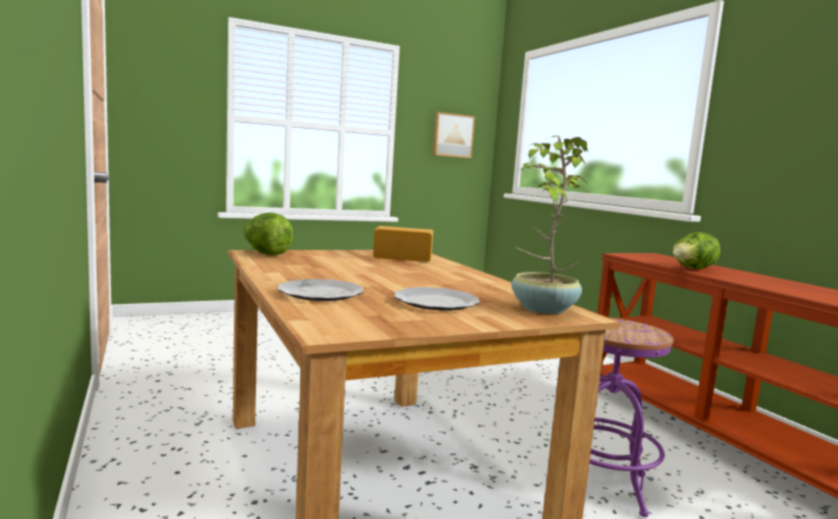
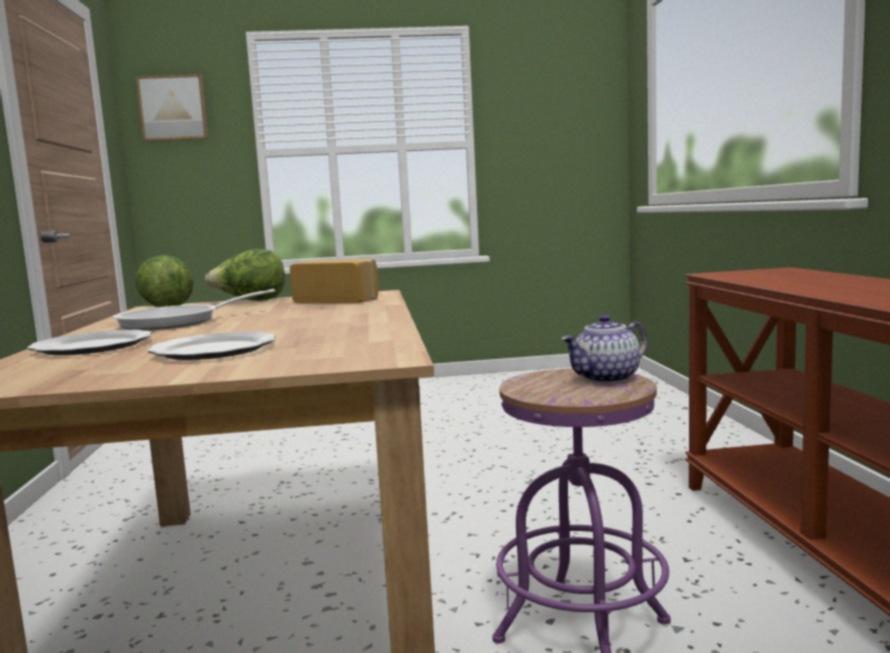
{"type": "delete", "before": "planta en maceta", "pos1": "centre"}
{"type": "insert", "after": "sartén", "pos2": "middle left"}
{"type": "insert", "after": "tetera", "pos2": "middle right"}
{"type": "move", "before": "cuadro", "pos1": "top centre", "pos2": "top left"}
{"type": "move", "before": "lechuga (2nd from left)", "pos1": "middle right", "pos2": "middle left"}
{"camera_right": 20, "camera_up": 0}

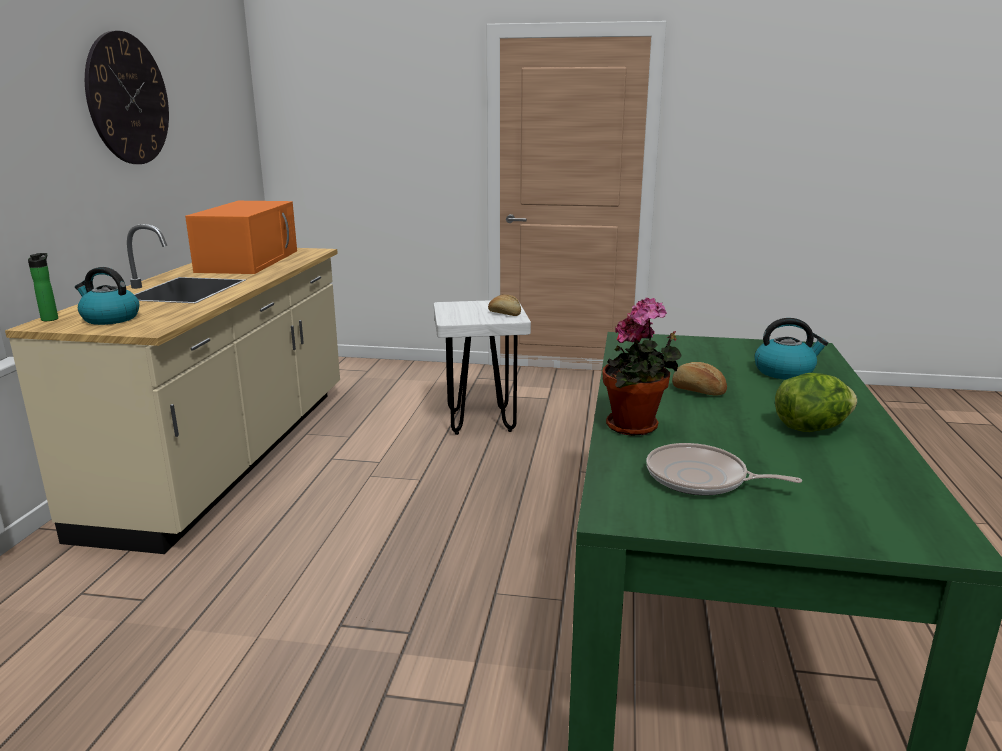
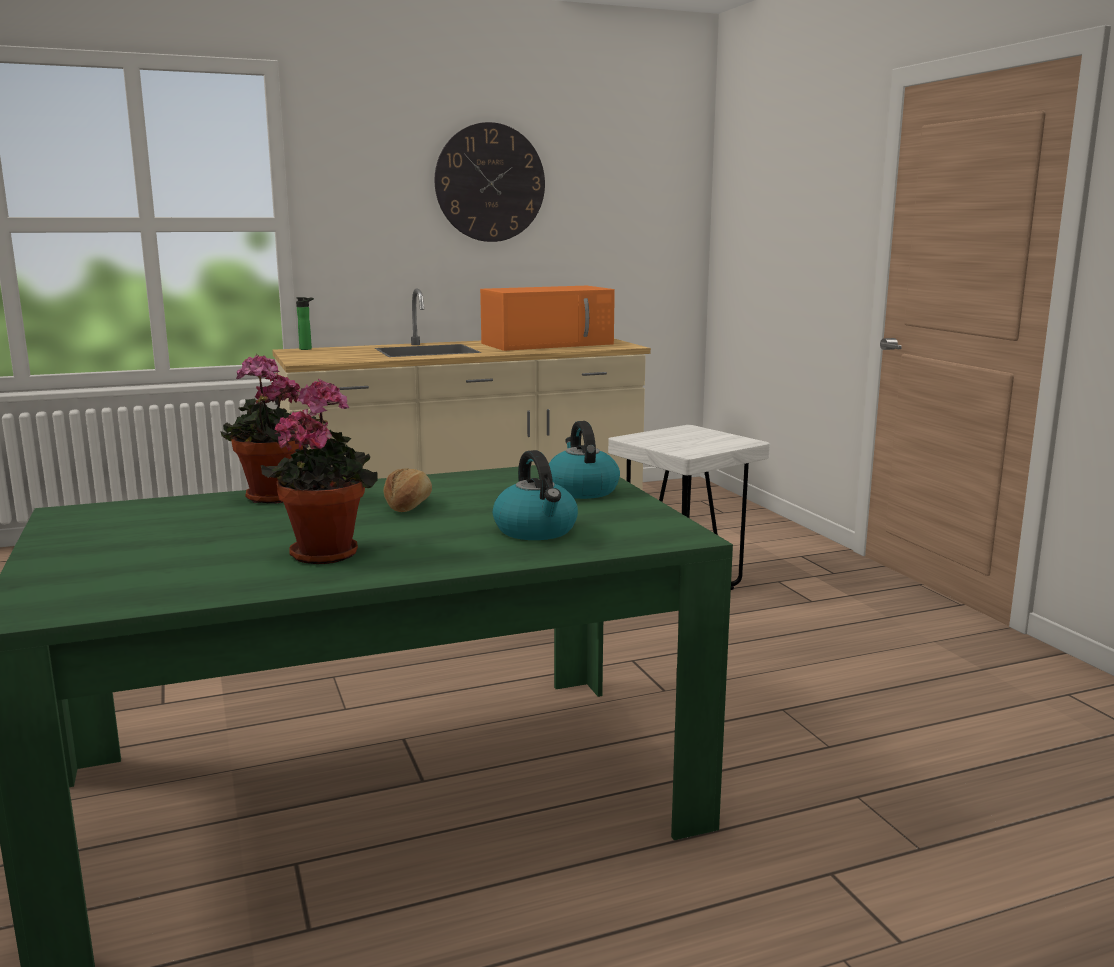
{"type": "delete", "before": "pan (1st from left)", "pos1": "centre"}
{"type": "delete", "before": "sartén", "pos1": "middle right"}
{"type": "move", "before": "hervidor (1st from left in the first image)", "after": "hervidor (2nd from left)", "pos1": "middle left", "pos2": "centre"}
{"type": "replace", "before": "lechuga", "after": "planta en maceta (2nd from left)", "pos1": "middle right", "pos2": "middle left"}
{"camera_right": 60, "camera_up": -5}

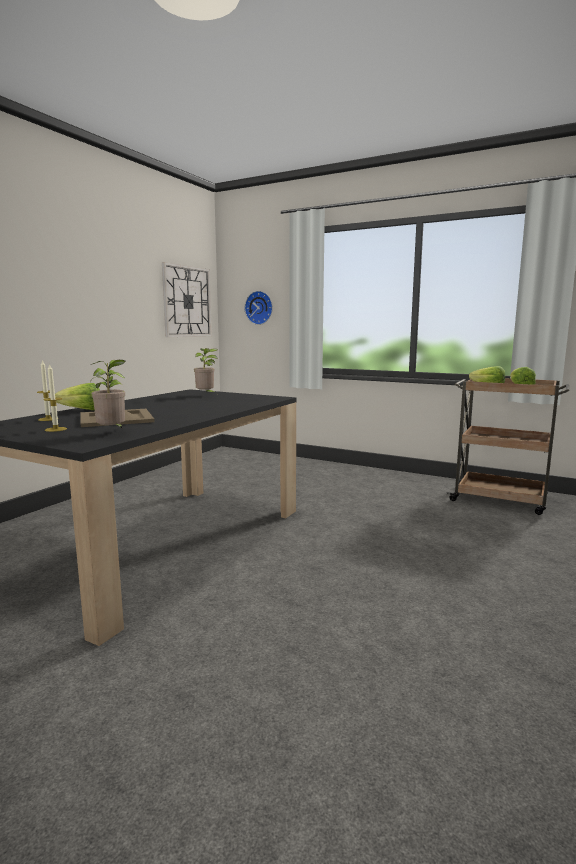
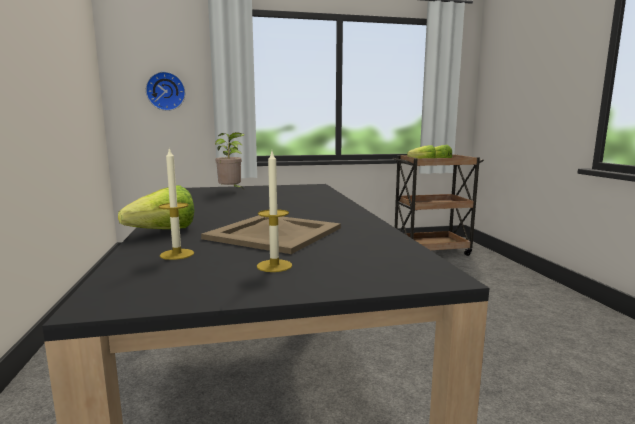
{"type": "delete", "before": "planta en maceta (1st from left)", "pos1": "middle left"}
{"type": "delete", "before": "reloj de pared (1st from left)", "pos1": "middle left"}
{"camera_right": -40, "camera_up": 0}

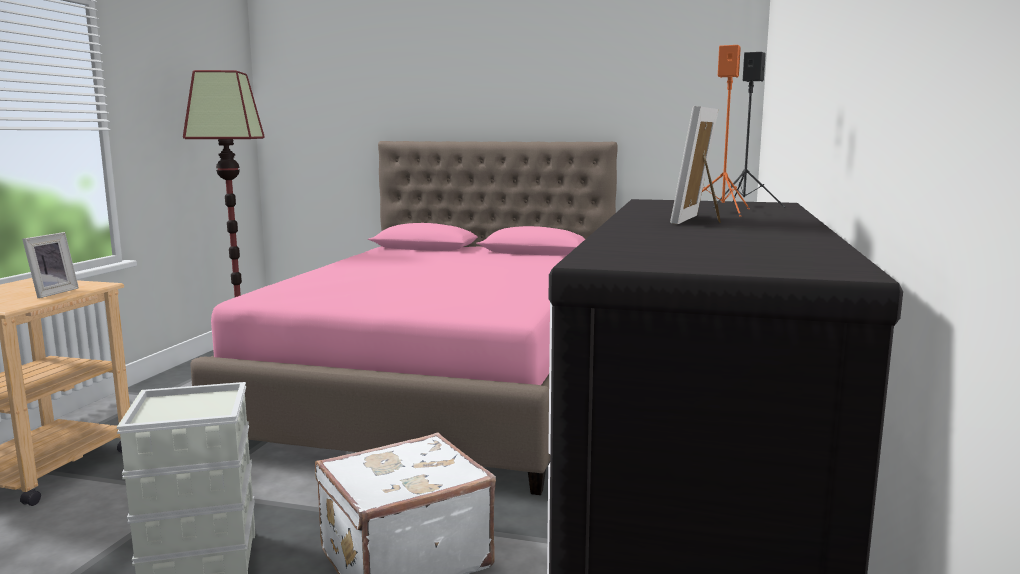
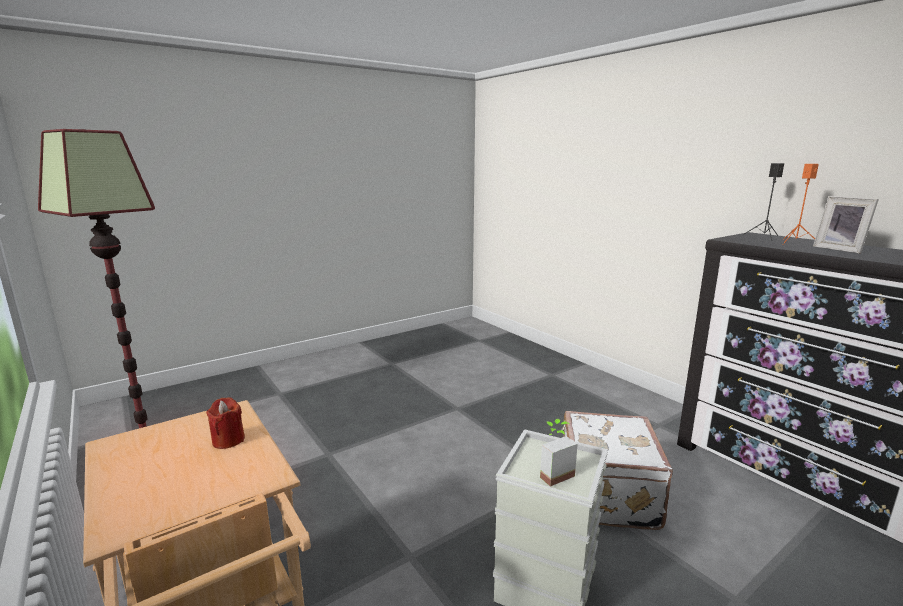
{"type": "delete", "before": "cama [rosa]", "pos1": "centre"}
{"type": "insert", "after": "planta en maceta", "pos2": "bottom centre"}
{"type": "replace", "before": "portarretratos (1st from left)", "after": "vela [rojo]", "pos1": "middle left", "pos2": "bottom left"}
{"camera_right": -50, "camera_up": 5}

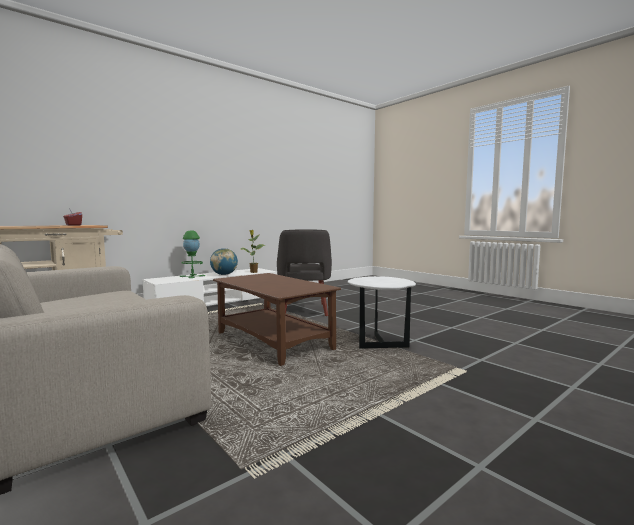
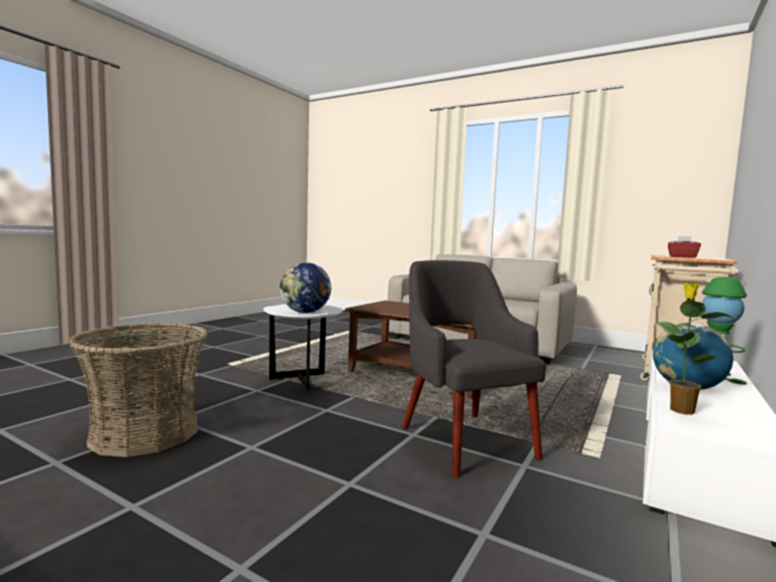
{"type": "insert", "after": "cesta", "pos2": "bottom left"}
{"type": "insert", "after": "globo terráqueo (1st from left)", "pos2": "centre"}
{"camera_right": 160, "camera_up": 0}

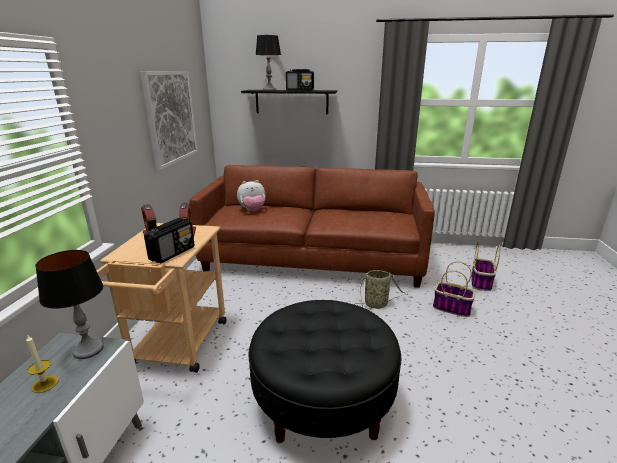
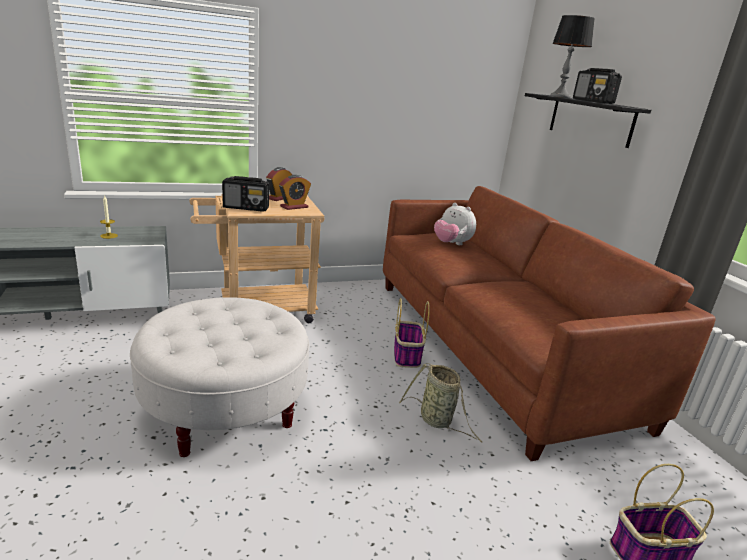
{"type": "delete", "before": "lámpara de mesa (1st from left)", "pos1": "middle left"}
{"type": "delete", "before": "cuadro", "pos1": "top left"}
{"type": "move", "before": "cesta (2nd from left in the first image)", "after": "cesta (1st from left)", "pos1": "middle right", "pos2": "centre"}
{"type": "recolor", "before": "puf [negro]", "after": "puf [blanco]", "pos1": "bottom centre", "pos2": "bottom left"}
{"camera_right": 60, "camera_up": 0}

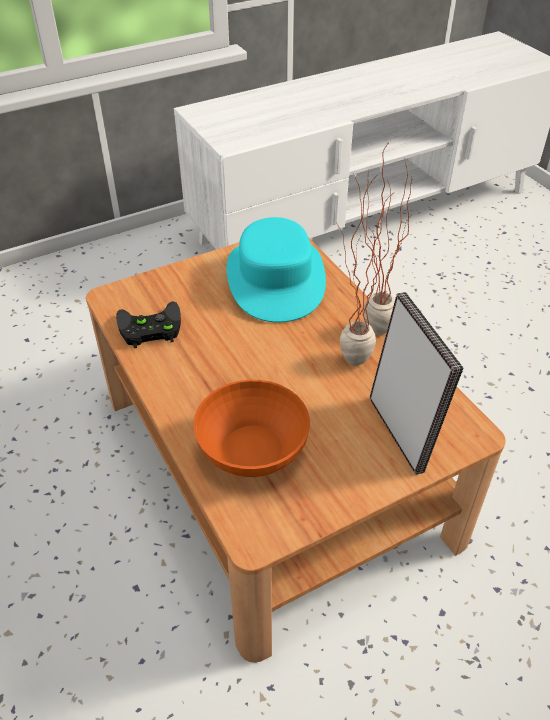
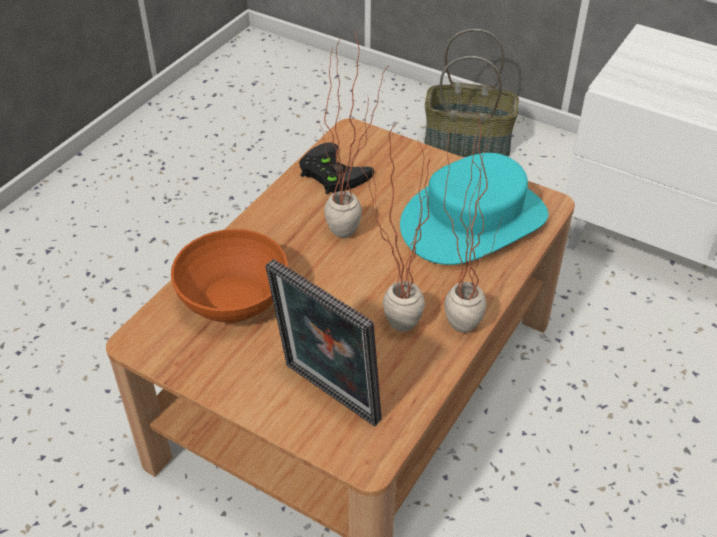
{"type": "insert", "after": "planta en maceta (1st from left)", "pos2": "top centre"}
{"type": "insert", "after": "cesta", "pos2": "top centre"}
{"type": "rotate", "before": "portarretratos", "pos1": "middle right", "pos2": "centre", "turn": 90}
{"camera_right": 60, "camera_up": 0}

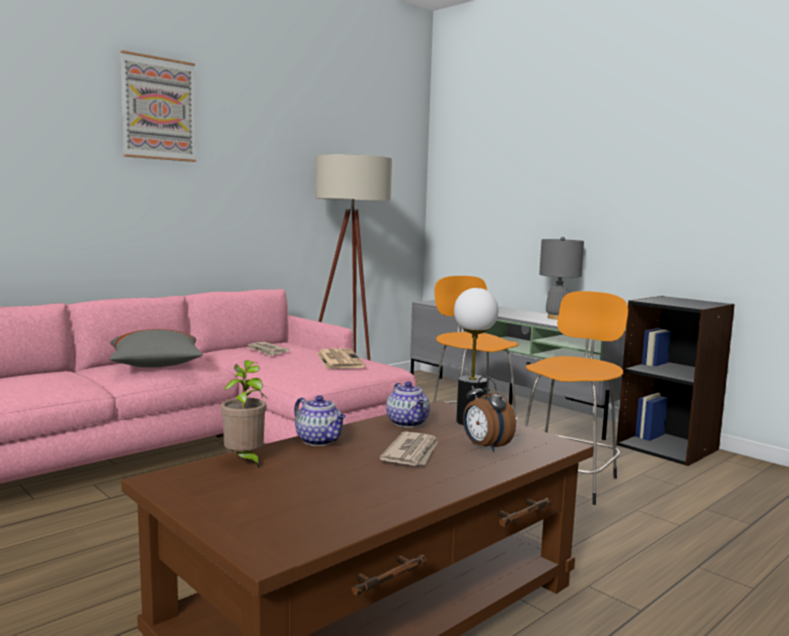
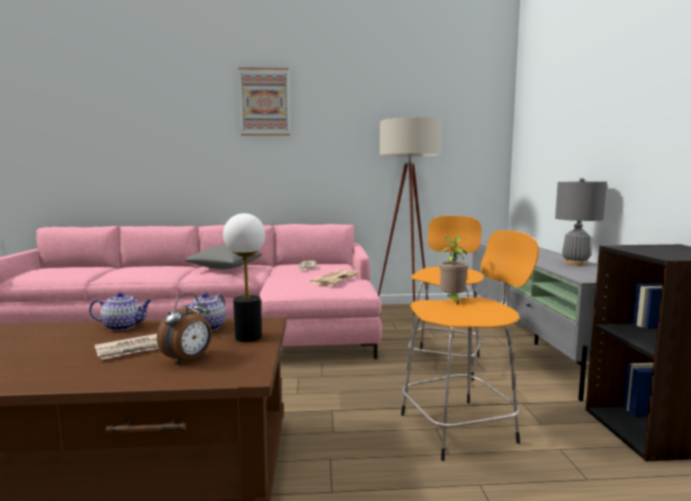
{"type": "move", "before": "planta en maceta", "pos1": "middle left", "pos2": "centre"}
{"type": "rotate", "before": "tetera (1st from left)", "pos1": "centre", "pos2": "middle left", "turn": -90}
{"type": "rotate", "before": "despertador", "pos1": "centre", "pos2": "middle left", "turn": -150}
{"camera_right": 40, "camera_up": 0}

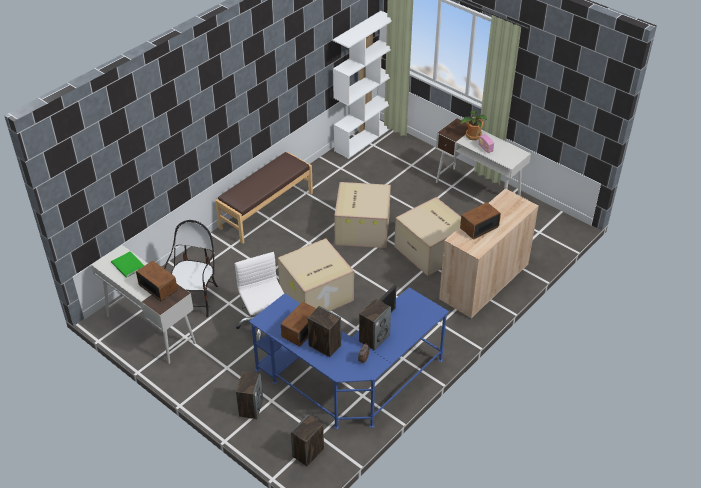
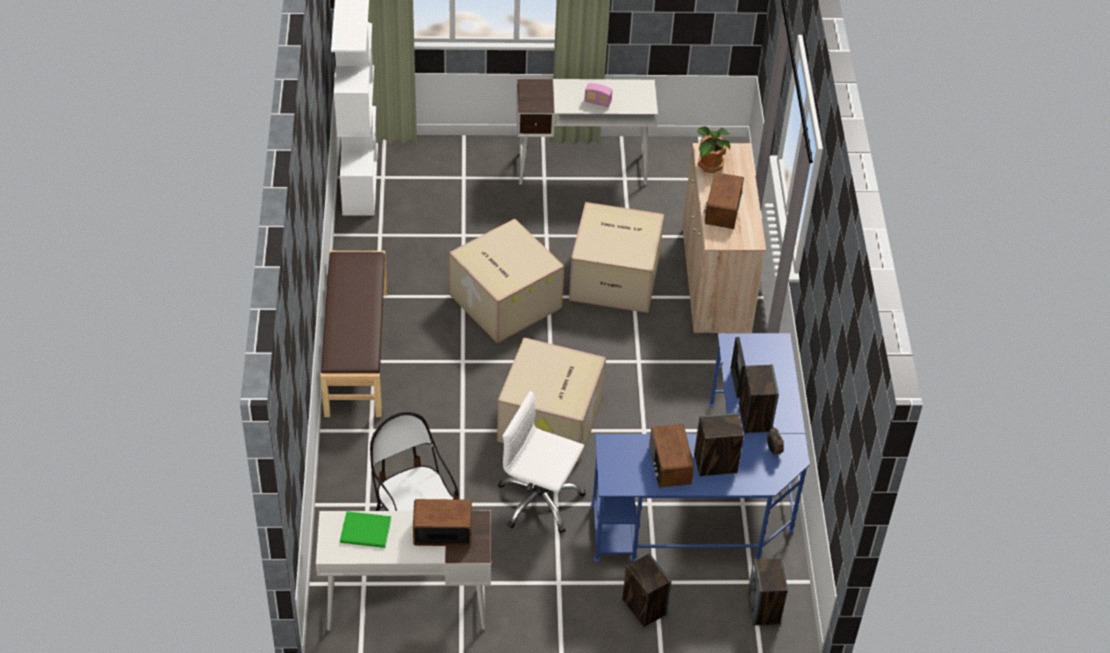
{"type": "move", "before": "planta en maceta", "pos1": "top right", "pos2": "top centre"}
{"camera_right": -45, "camera_up": 5}

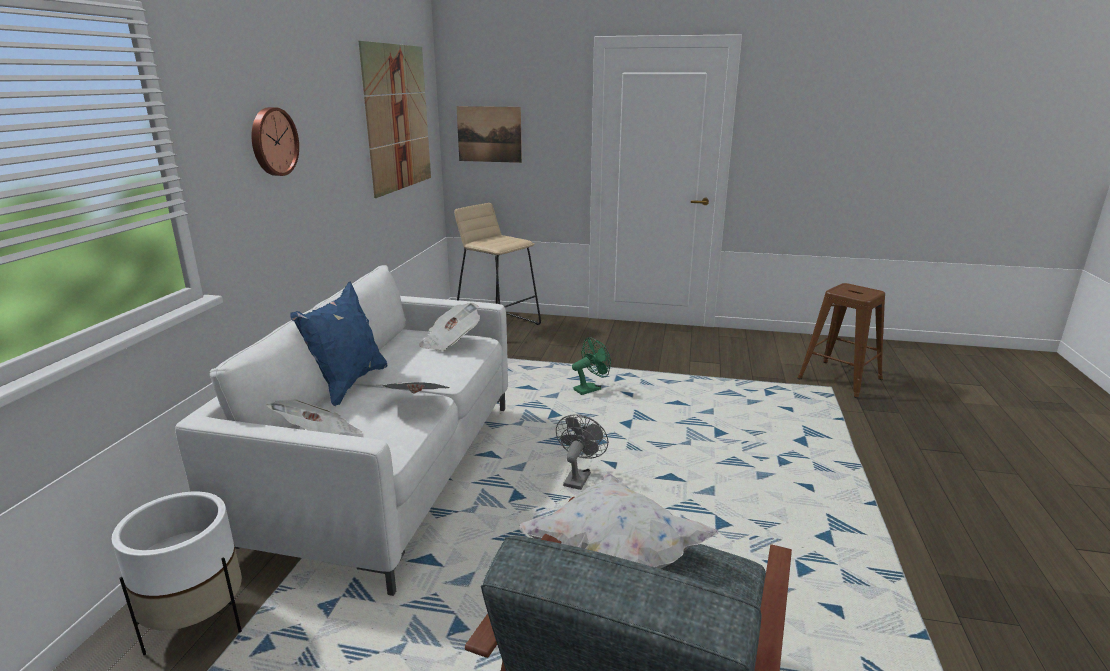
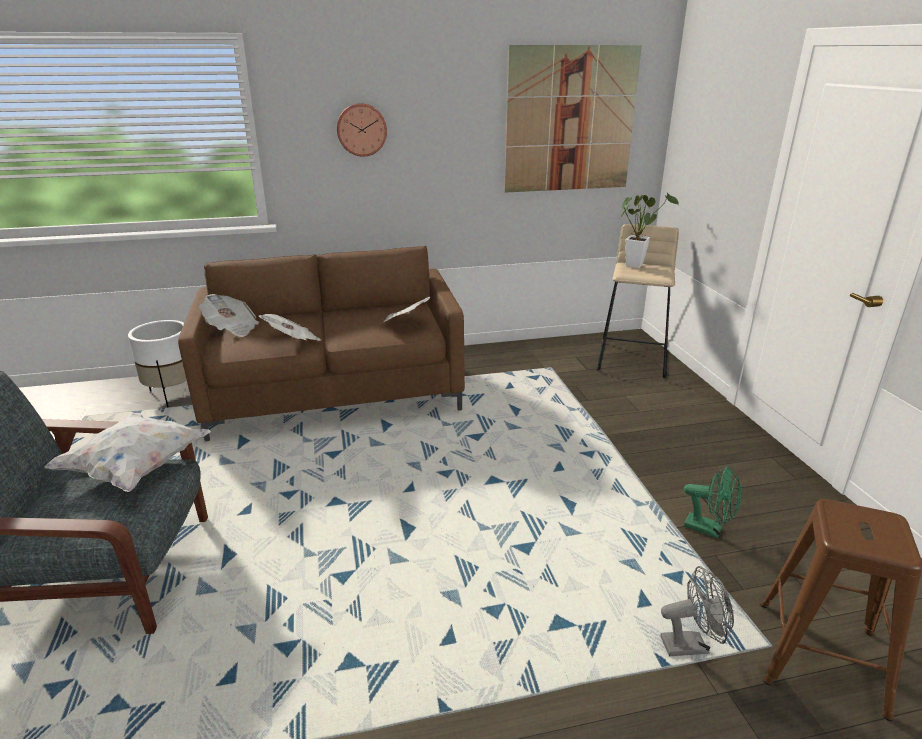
{"type": "delete", "before": "cojín [azul]", "pos1": "middle left"}
{"type": "delete", "before": "cuadro (2nd from left)", "pos1": "top centre"}
{"type": "insert", "after": "planta en maceta", "pos2": "top right"}
{"type": "move", "before": "ventilador [gris]", "pos1": "bottom centre", "pos2": "bottom right"}
{"type": "move", "before": "ventilador [verde]", "pos1": "centre", "pos2": "bottom right"}
{"type": "recolor", "before": "sofá [blanco]", "after": "sofá [marrón]", "pos1": "middle left", "pos2": "centre"}
{"camera_right": 65, "camera_up": 5}

